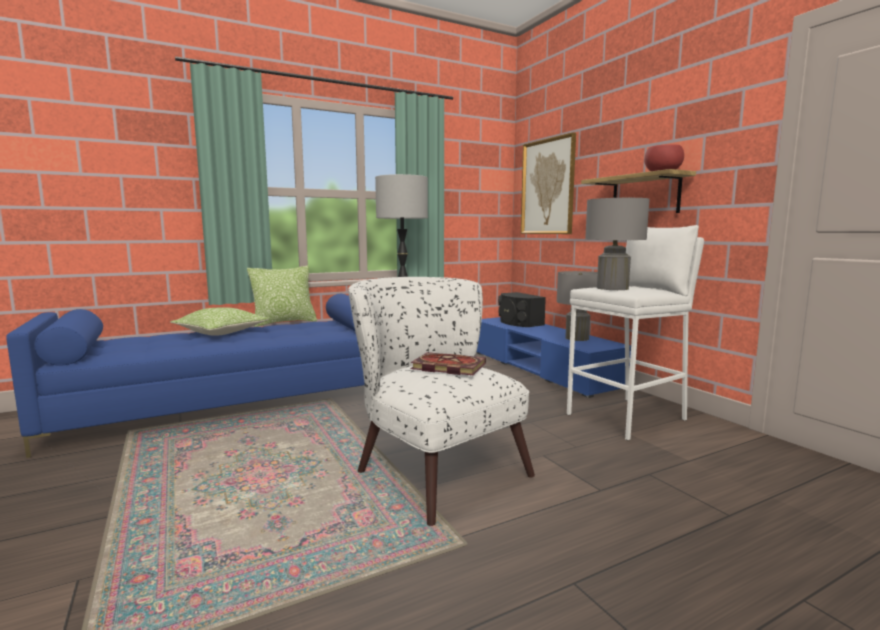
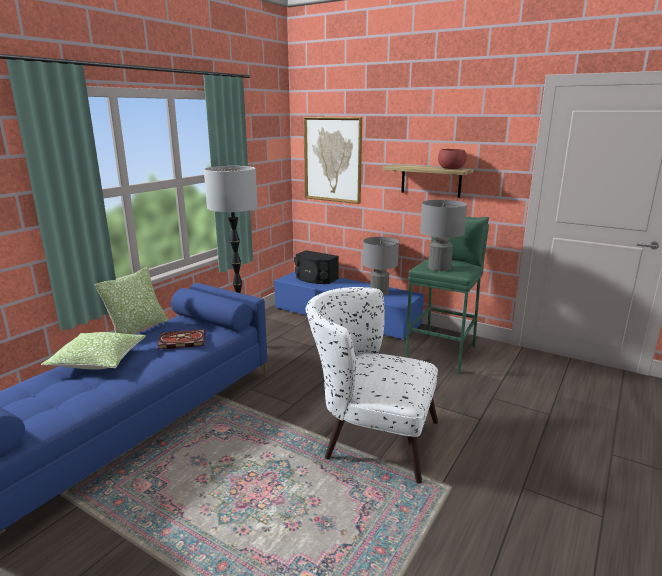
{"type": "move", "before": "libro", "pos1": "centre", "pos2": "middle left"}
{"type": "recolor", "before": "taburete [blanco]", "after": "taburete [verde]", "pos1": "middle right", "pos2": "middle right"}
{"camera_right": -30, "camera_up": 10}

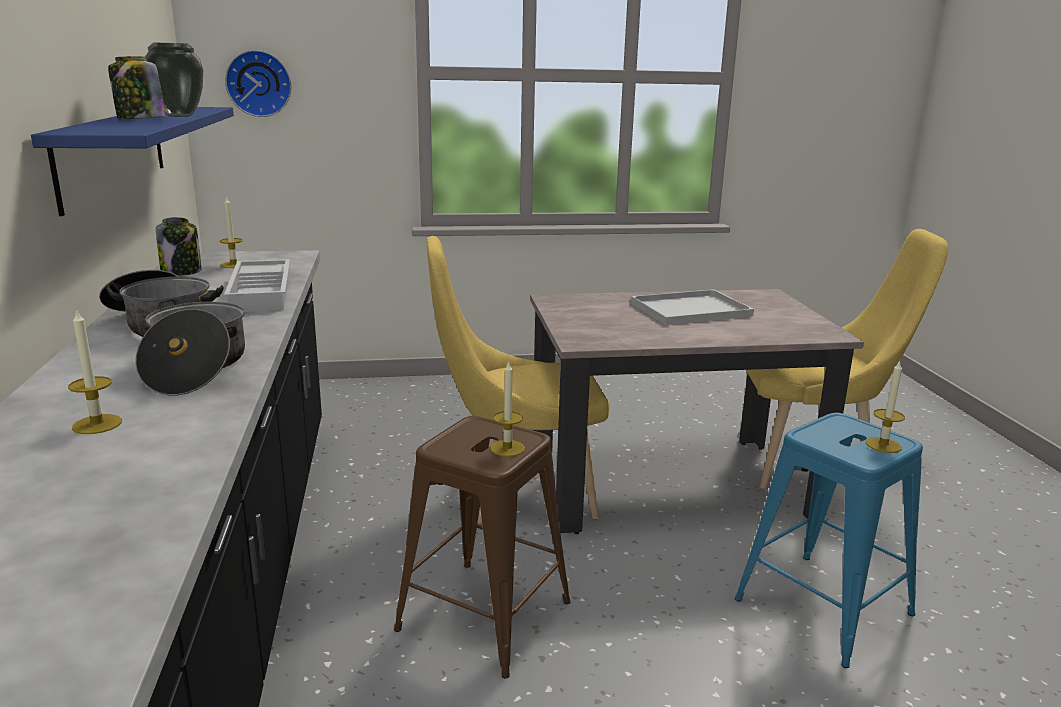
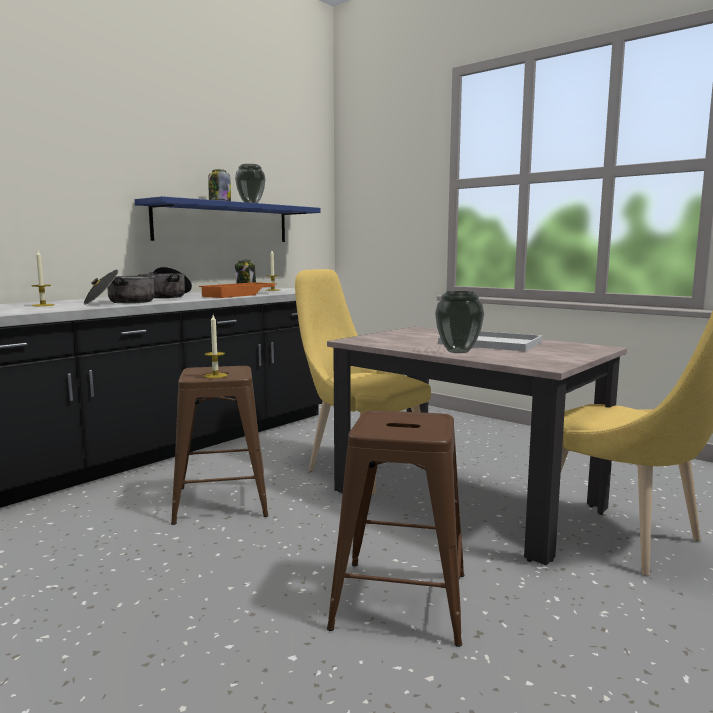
{"type": "delete", "before": "reloj de pared", "pos1": "top left"}
{"type": "delete", "before": "vela (4th from left)", "pos1": "middle right"}
{"type": "insert", "after": "florero (2nd from left)", "pos2": "centre"}
{"type": "recolor", "before": "bandeja [blanco] (1st from left)", "after": "bandeja [naranja]", "pos1": "middle left", "pos2": "centre"}
{"type": "recolor", "before": "taburete [azul]", "after": "taburete [marrón] (2nd from left)", "pos1": "bottom right", "pos2": "bottom centre"}
{"camera_right": 50, "camera_up": -10}

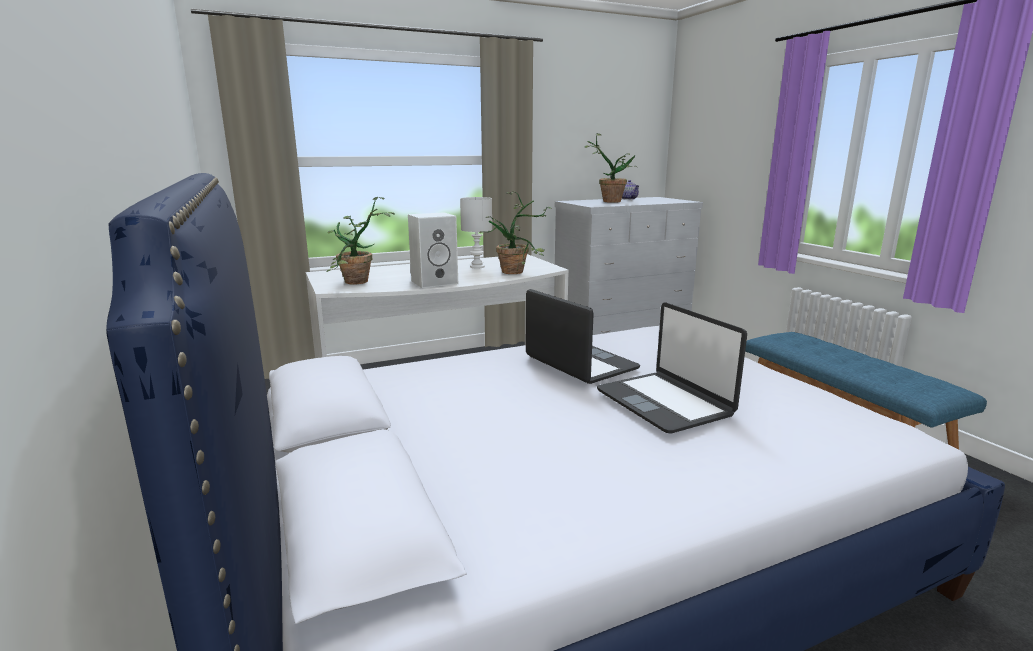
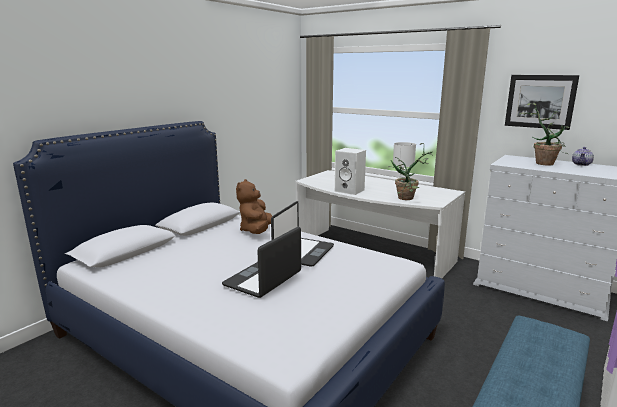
{"type": "delete", "before": "planta en maceta (1st from left)", "pos1": "centre"}
{"type": "insert", "after": "peluche [marrón]", "pos2": "centre"}
{"type": "insert", "after": "cuadro", "pos2": "top right"}
{"camera_right": 60, "camera_up": 0}

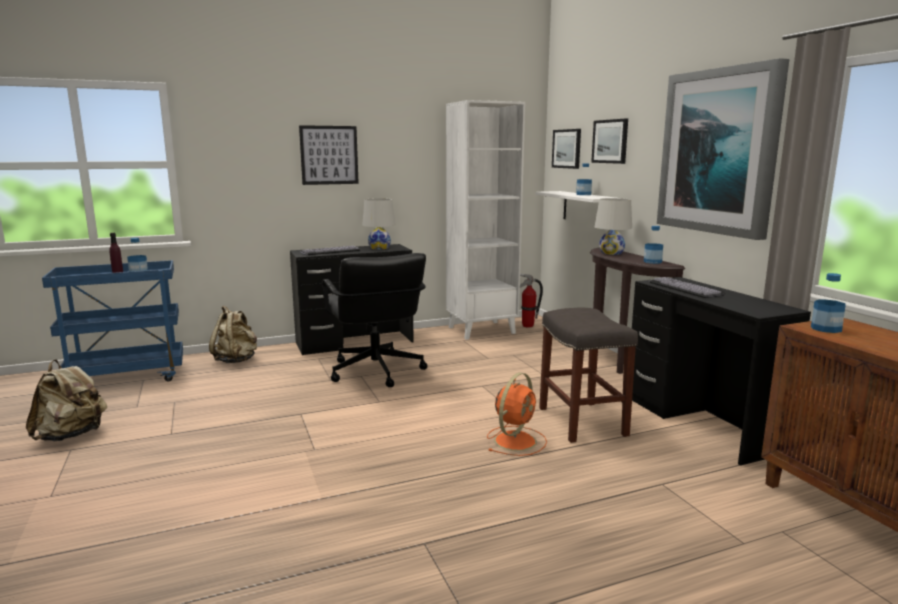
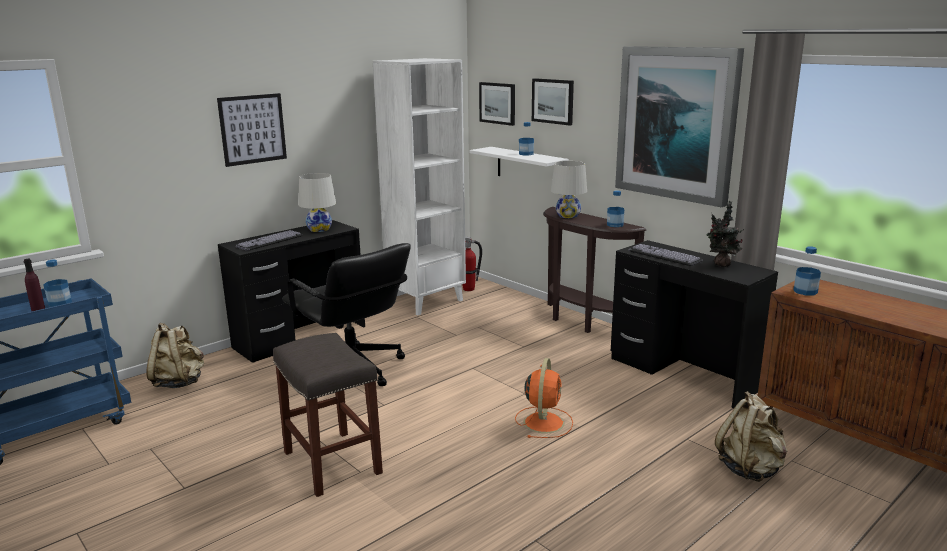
{"type": "insert", "after": "planta en maceta", "pos2": "middle right"}
{"type": "move", "before": "mochila [beis] (1st from left in the first image)", "after": "mochila [beis] (2nd from left)", "pos1": "middle left", "pos2": "bottom right"}
{"type": "move", "before": "taburete [gris]", "pos1": "centre", "pos2": "bottom centre"}
{"camera_right": -20, "camera_up": 5}

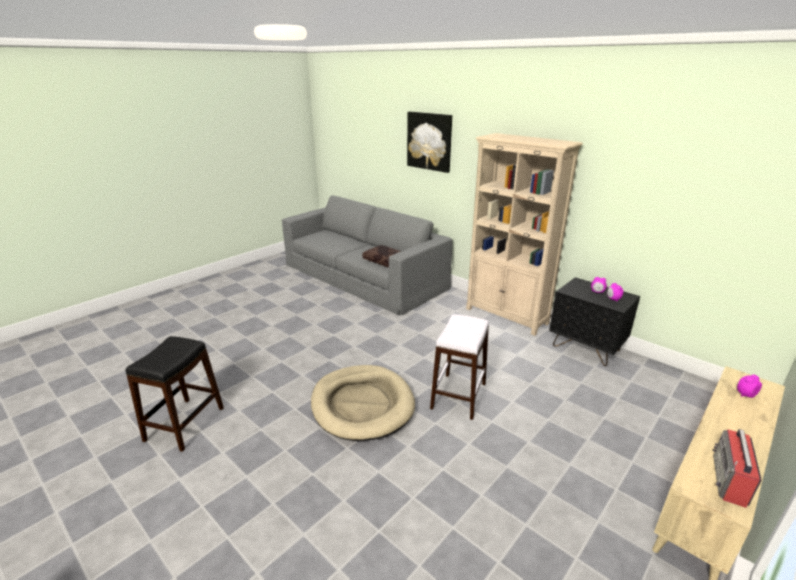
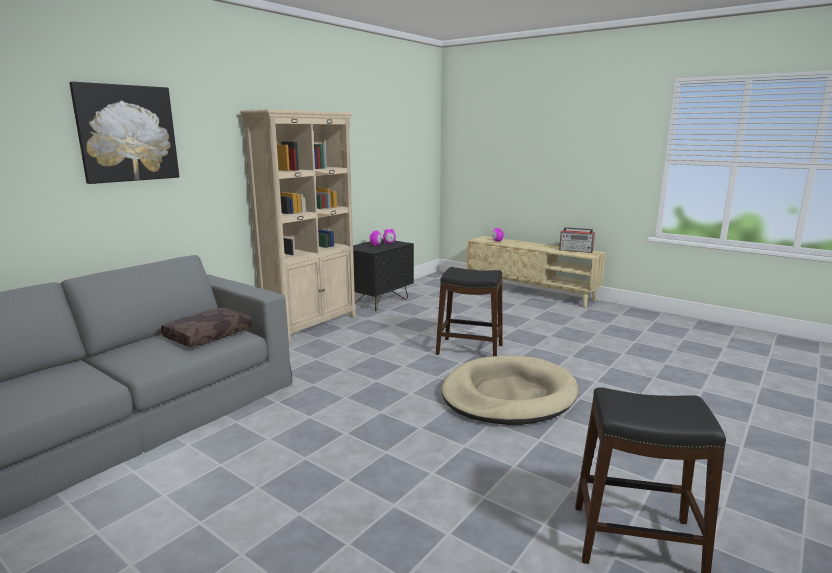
{"type": "recolor", "before": "taburete [blanco]", "after": "taburete [negro] (1st from left)", "pos1": "centre", "pos2": "centre"}
{"camera_right": -95, "camera_up": -10}

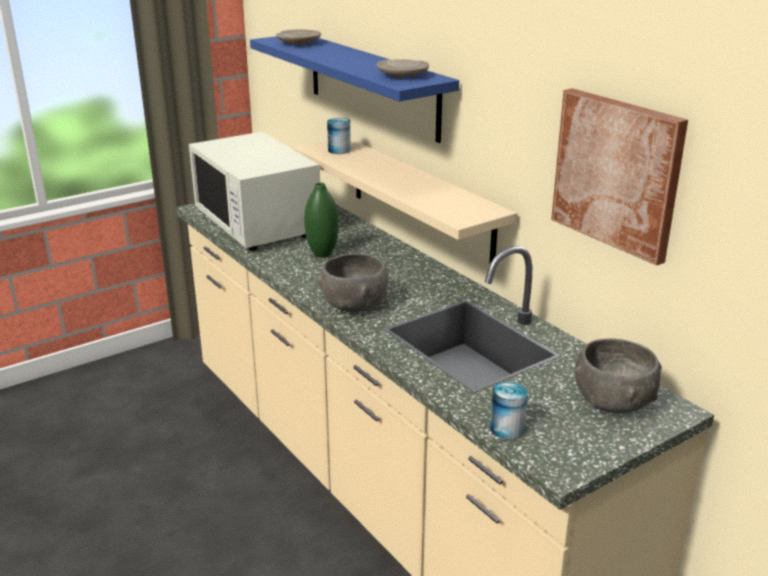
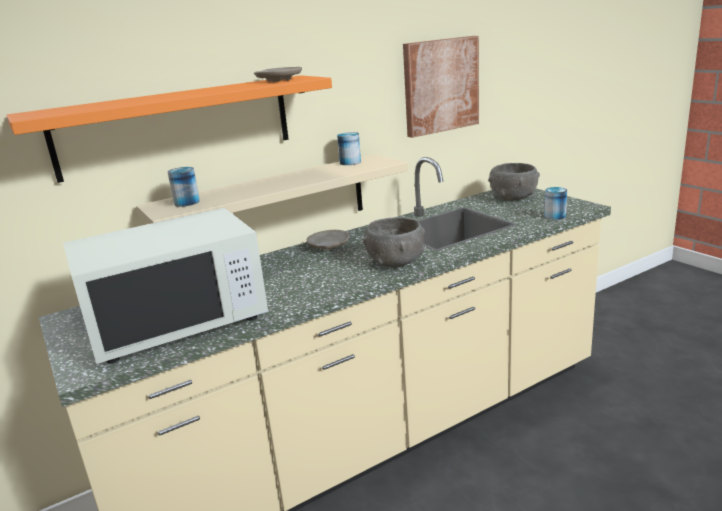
{"type": "delete", "before": "florero [verde]", "pos1": "centre"}
{"type": "insert", "after": "lata (2nd from left)", "pos2": "top centre"}
{"type": "move", "before": "plato [beis] (1st from left in the first image)", "after": "plato [beis] (2nd from left)", "pos1": "top centre", "pos2": "centre"}
{"type": "recolor", "before": "estante [azul]", "after": "estante [naranja]", "pos1": "top centre", "pos2": "top left"}
{"camera_right": -85, "camera_up": -5}

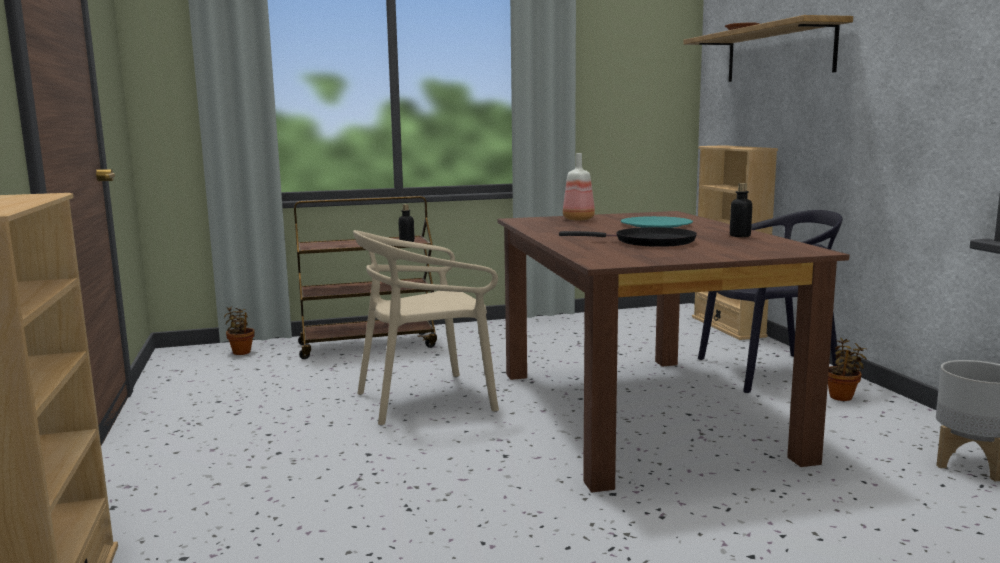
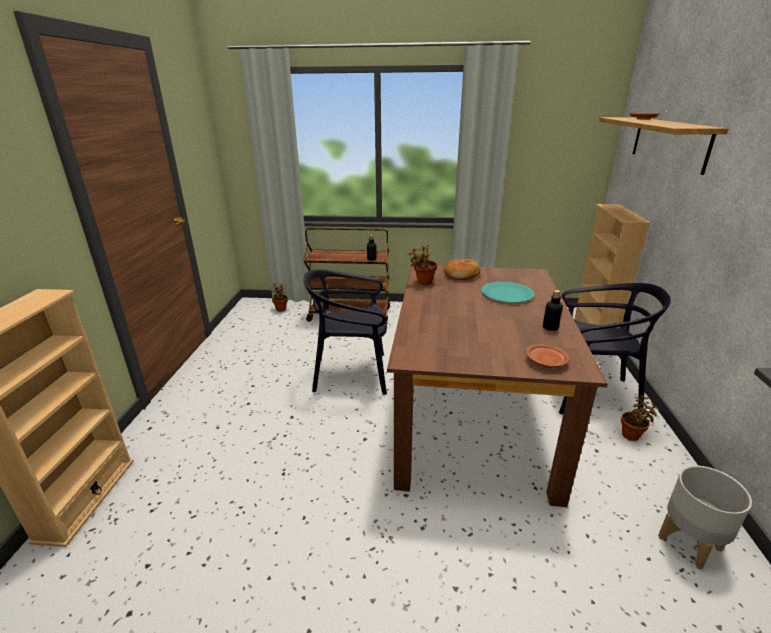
{"type": "delete", "before": "sartén [negro]", "pos1": "centre"}
{"type": "insert", "after": "planta en maceta (2nd from left)", "pos2": "centre"}
{"type": "insert", "after": "plato [marrón] (1st from left)", "pos2": "middle right"}
{"type": "replace", "before": "botella (2nd from left)", "after": "pan", "pos1": "top centre", "pos2": "centre"}
{"type": "recolor", "before": "silla [beis]", "after": "silla [negro] (1st from left)", "pos1": "centre", "pos2": "centre"}
{"camera_right": 20, "camera_up": 15}

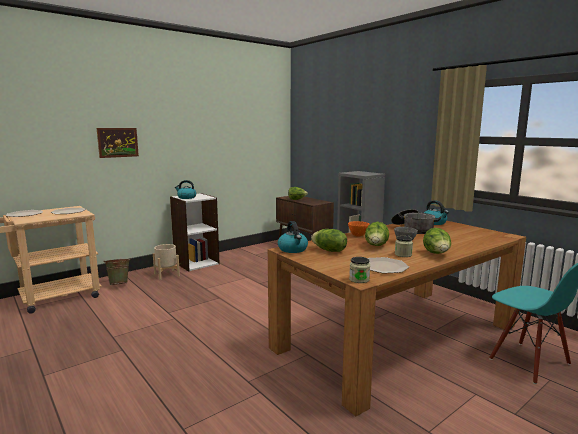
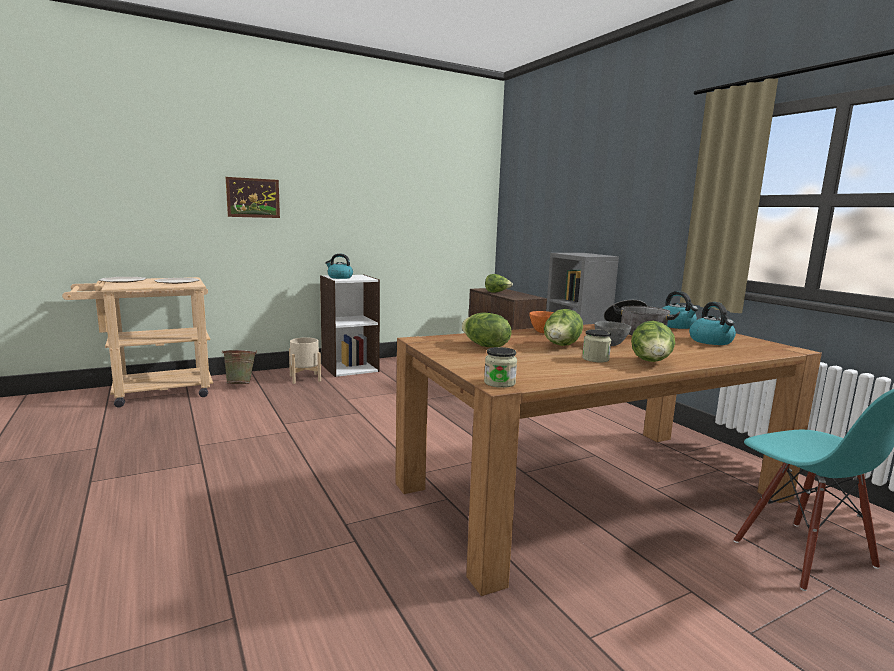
{"type": "delete", "before": "plato (3rd from left)", "pos1": "middle right"}
{"type": "move", "before": "hervidor (2nd from left in the first image)", "after": "hervidor (3rd from left)", "pos1": "centre", "pos2": "middle right"}
{"camera_right": 10, "camera_up": 0}

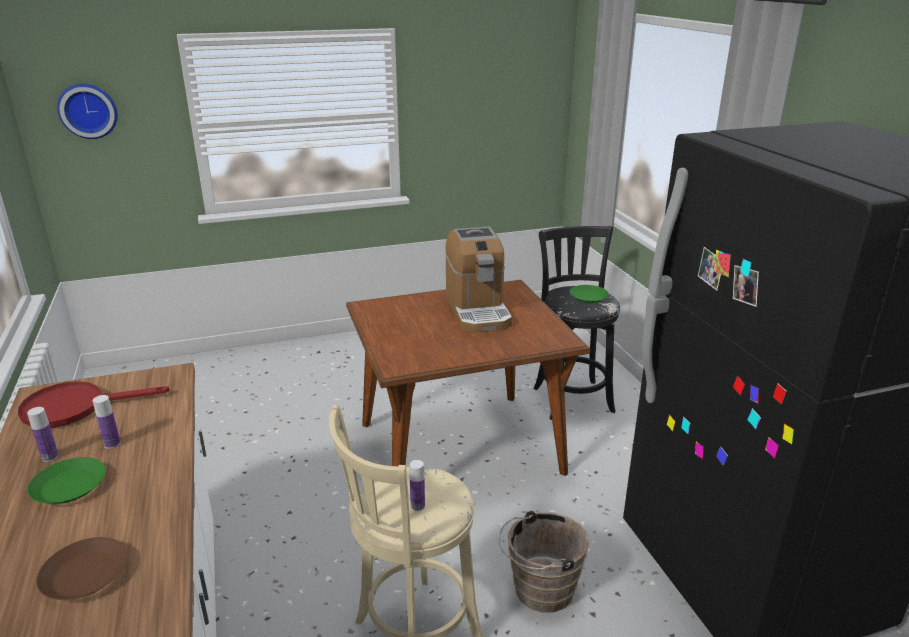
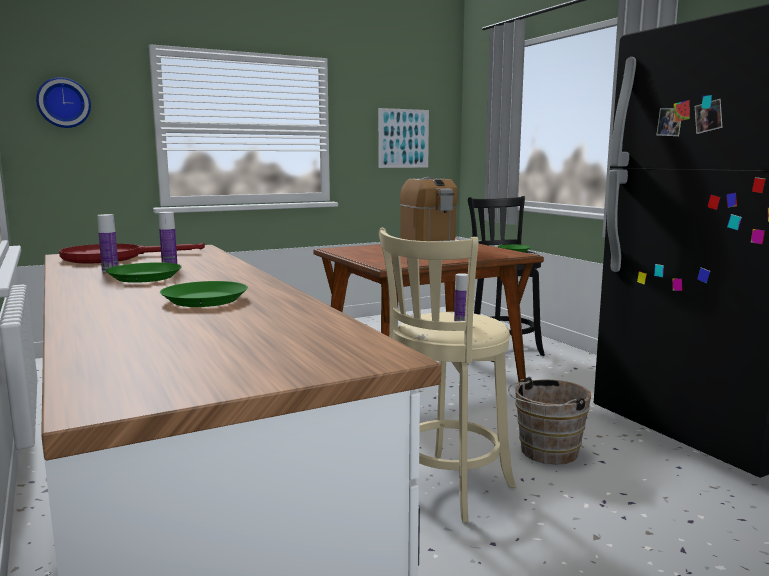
{"type": "insert", "after": "cuadro", "pos2": "top centre"}
{"type": "recolor", "before": "plato [marrón]", "after": "plato [verde] (2nd from left)", "pos1": "bottom left", "pos2": "middle left"}
{"camera_right": -10, "camera_up": -15}

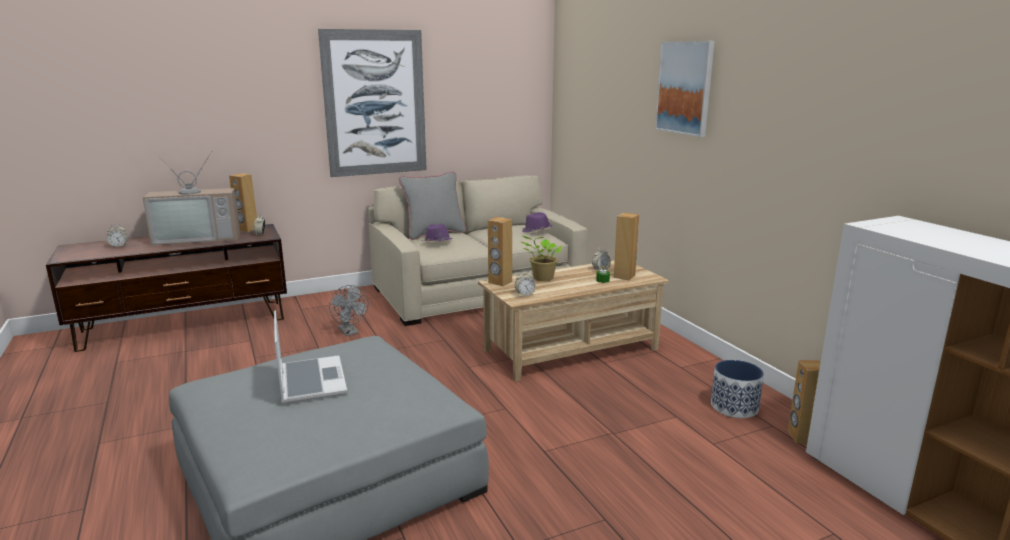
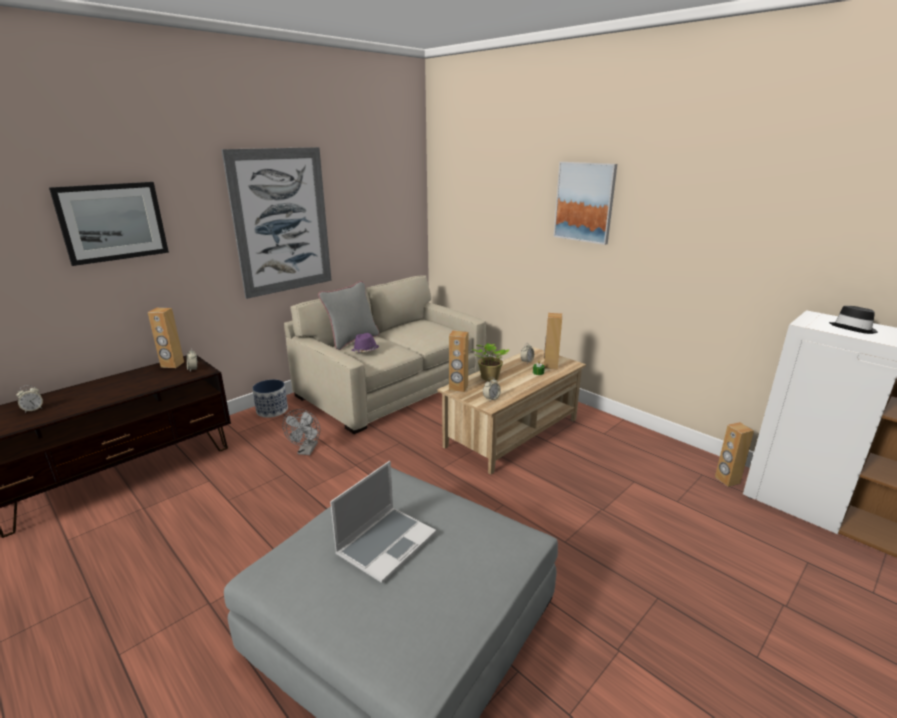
{"type": "delete", "before": "televisor", "pos1": "middle left"}
{"type": "delete", "before": "sombrero [morado] (2nd from left)", "pos1": "centre"}
{"type": "insert", "after": "cuadro (1st from left)", "pos2": "top left"}
{"type": "insert", "after": "sombrero [negro]", "pos2": "middle right"}
{"type": "move", "before": "maceta", "pos1": "bottom right", "pos2": "middle left"}
{"type": "rotate", "before": "portátil", "pos1": "middle left", "pos2": "bottom centre", "turn": 75}
{"type": "rotate", "before": "ventilador [gris]", "pos1": "centre", "pos2": "centre", "turn": 60}
{"camera_right": -20, "camera_up": 5}

